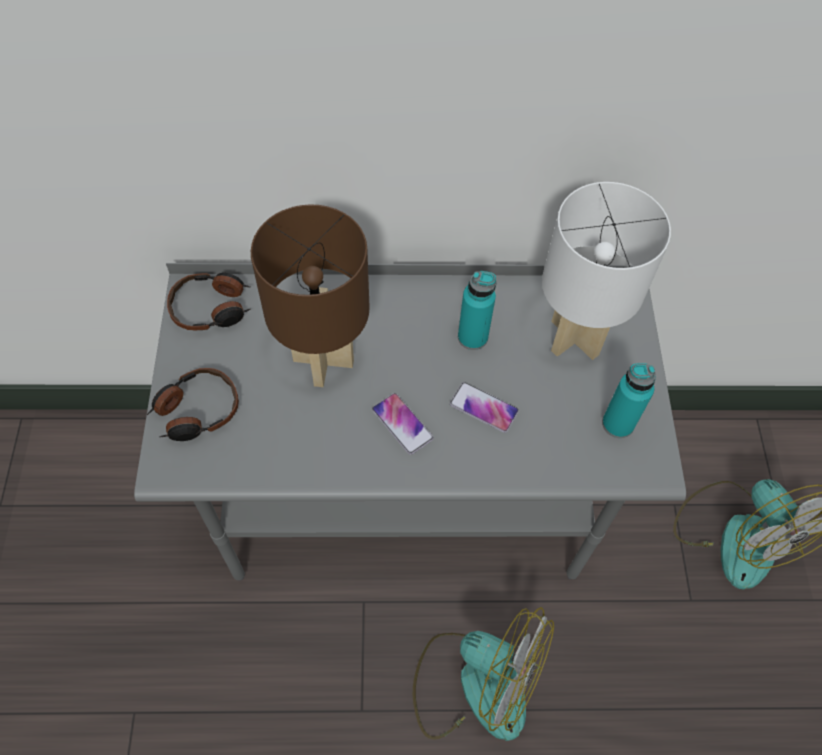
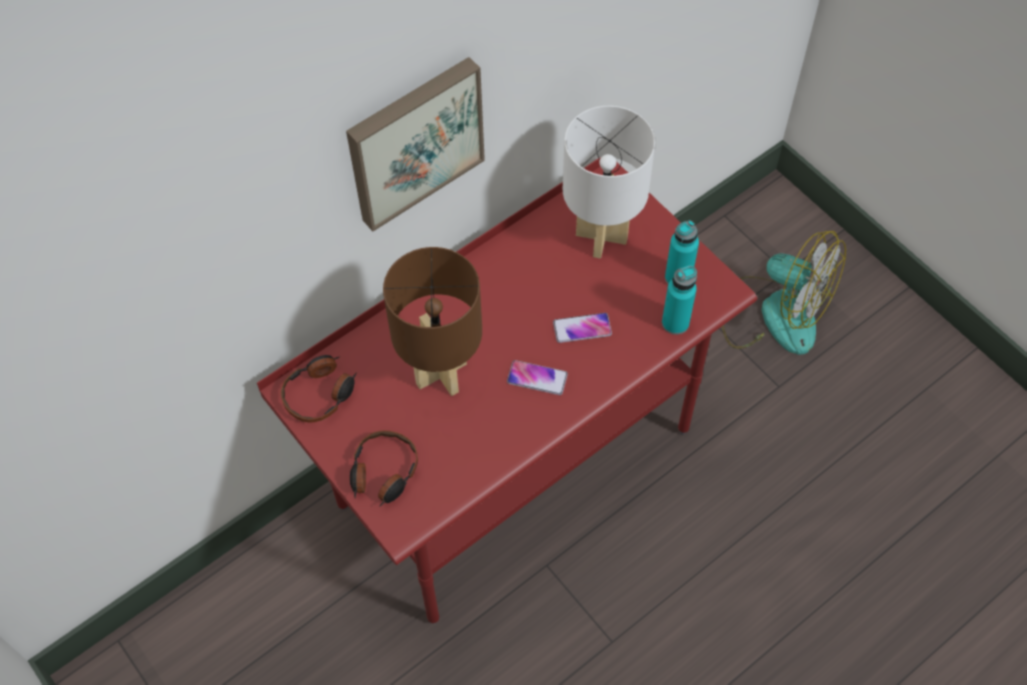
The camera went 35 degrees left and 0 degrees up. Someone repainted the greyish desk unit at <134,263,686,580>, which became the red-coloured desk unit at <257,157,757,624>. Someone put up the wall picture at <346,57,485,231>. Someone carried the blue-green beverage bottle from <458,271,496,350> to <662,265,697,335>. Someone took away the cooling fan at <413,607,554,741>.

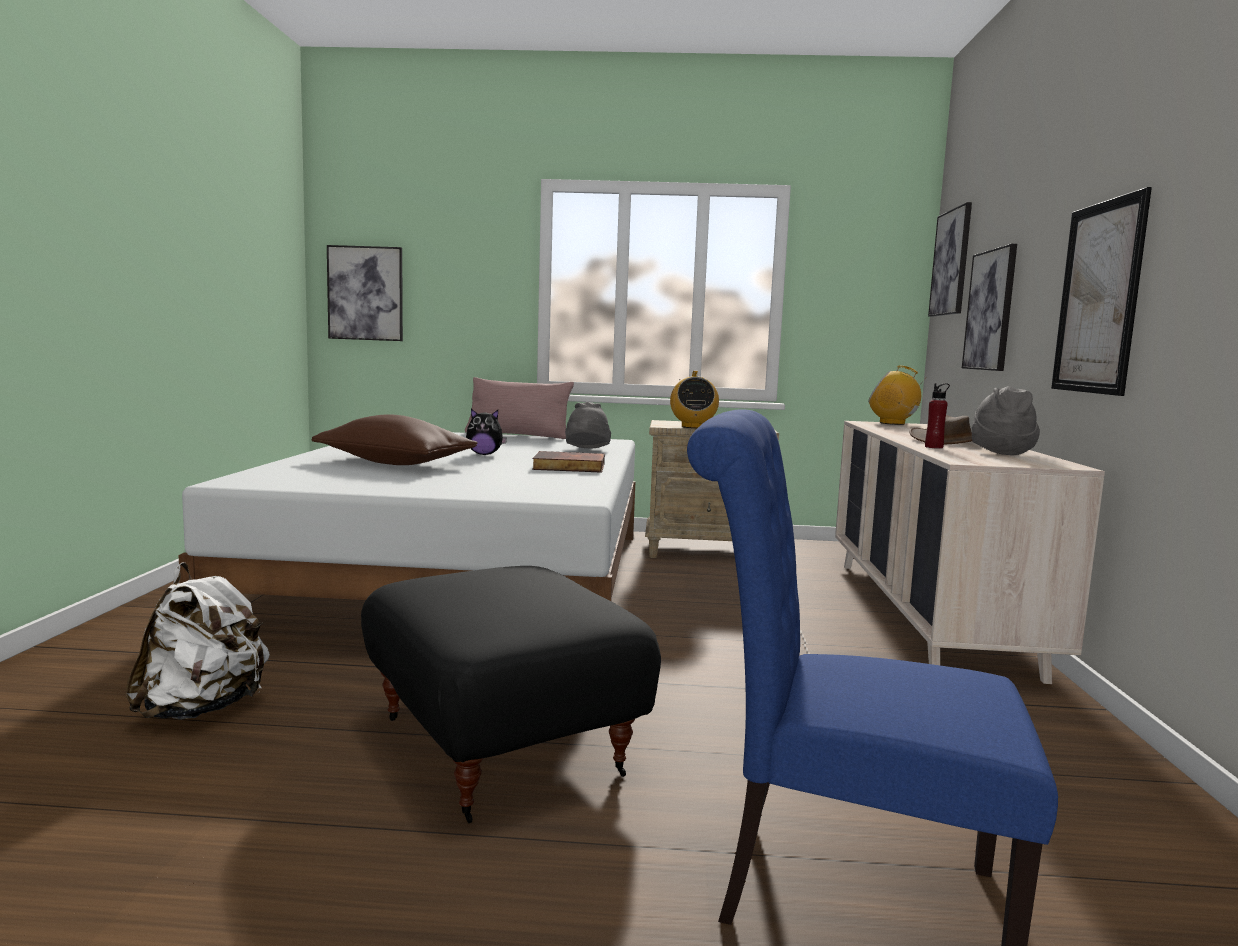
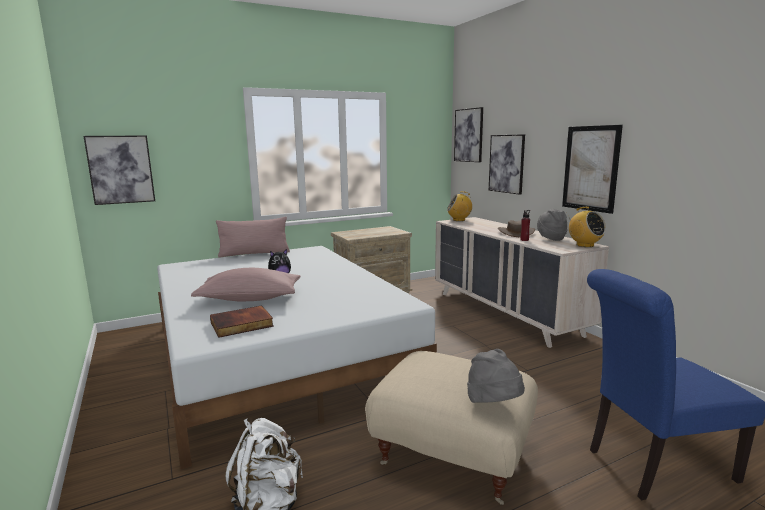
The camera went 30 degrees left and 5 degrees up. Someone repainted the brownish throw pillow at <311,414,478,465>, which became the pinkish throw pillow at <191,268,300,301>. Someone carried the book from <532,451,605,473> to <210,305,274,338>. Someone repainted the blackish footrest at <361,566,661,823>, which became the beige-coloured footrest at <365,351,538,505>. Someone carried the greyish wearable hat from <565,402,611,448> to <467,349,525,403>. Someone carried the radio receiver from <670,371,719,428> to <568,207,606,247>.

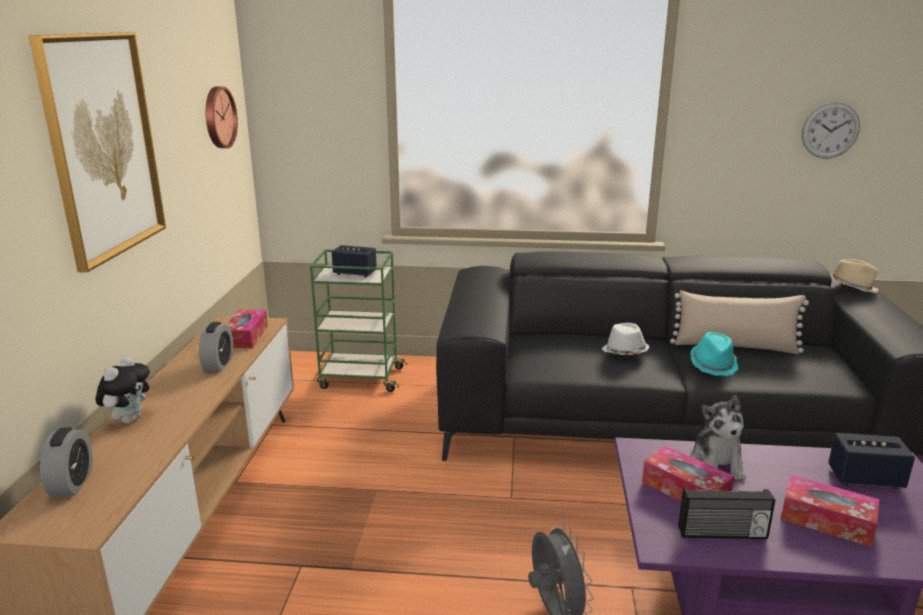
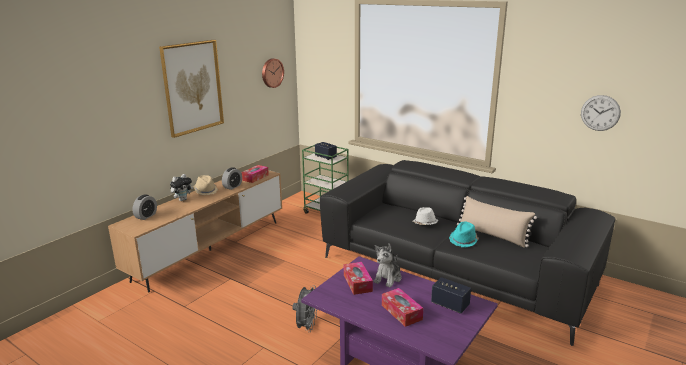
The camera went 30 degrees right and 0 degrees up. Someone carried the beige-coloured wearable hat from <830,259,879,293> to <194,175,218,195>. Someone took away the radio receiver at <678,488,776,539>.

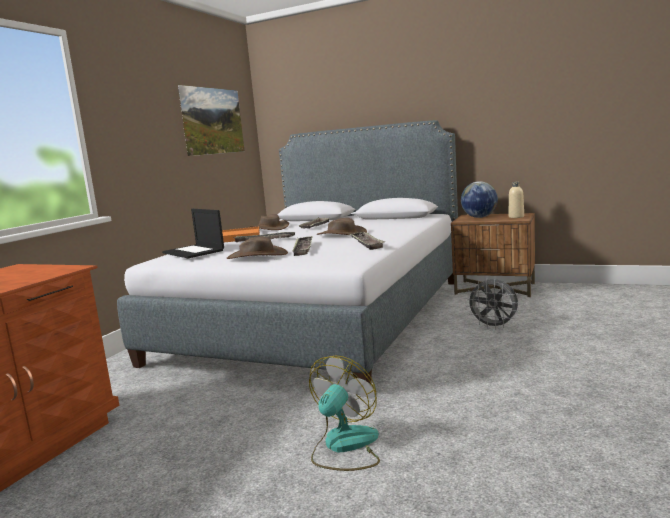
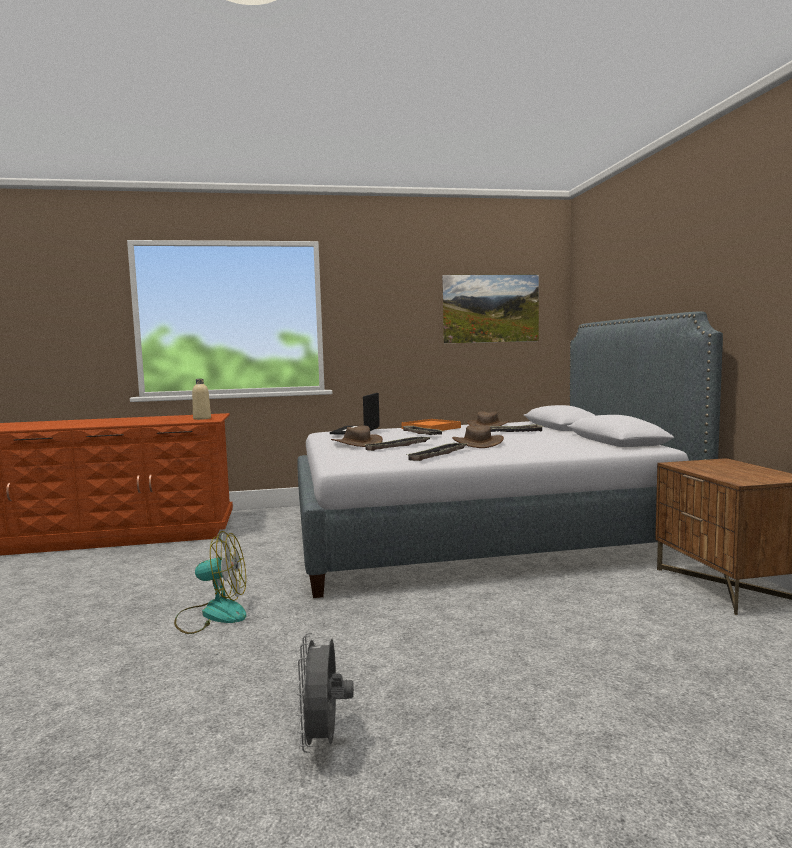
The camera went 55 degrees right and 5 degrees down. Someone carried the beige-coloured beverage bottle from <508,182,524,218> to <192,379,211,420>. Someone carried the greyish cooling fan from <466,279,518,330> to <296,633,354,753>. Someone took away the globe at <461,181,498,218>.

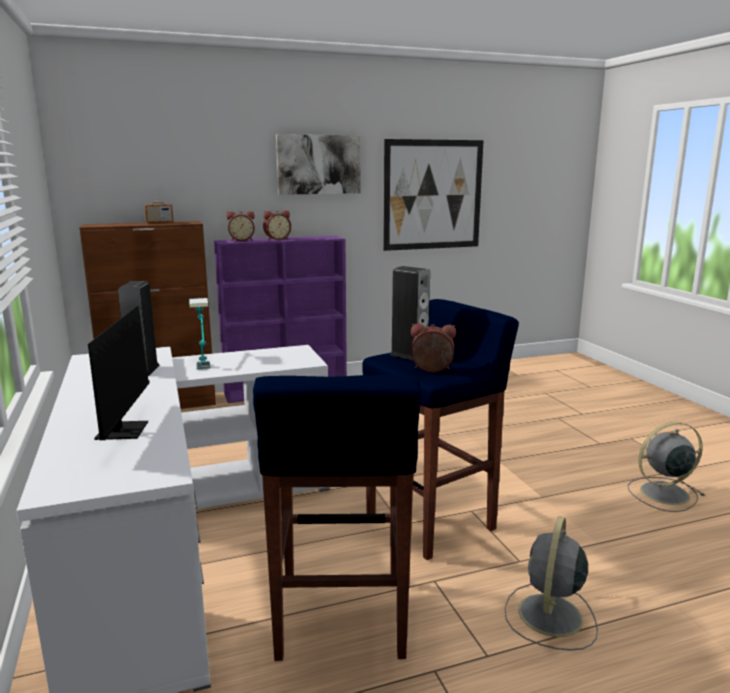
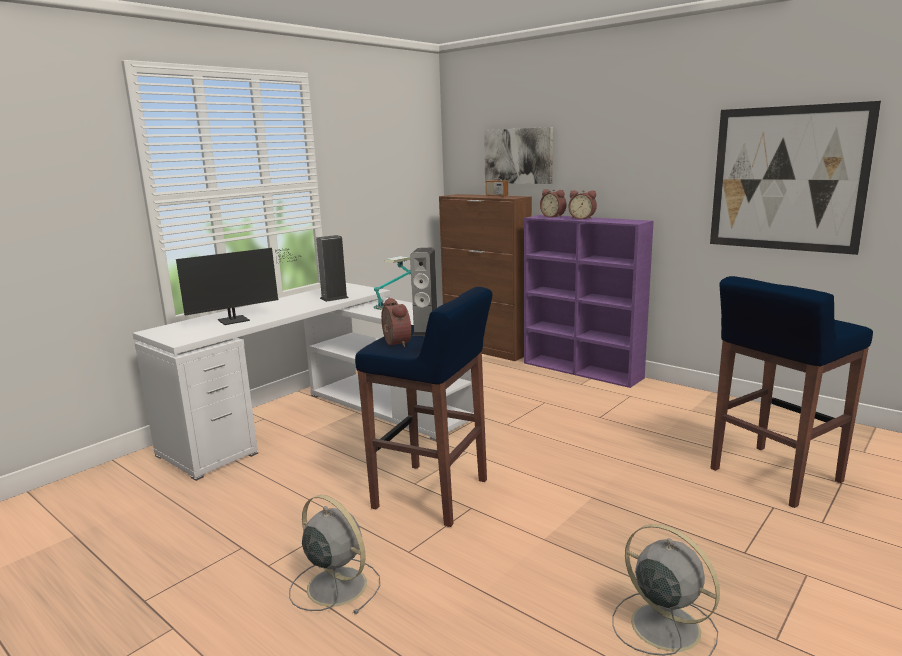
The camera went 60 degrees right and 0 degrees up. Someone rotated the greyish cooling fan at <505,516,598,651> by 45 degrees clockwise. Someone carried the wall picture from <276,134,360,195> to <484,127,553,184>. Someone carried the blue-coloured stool from <253,375,420,661> to <711,276,873,508>.

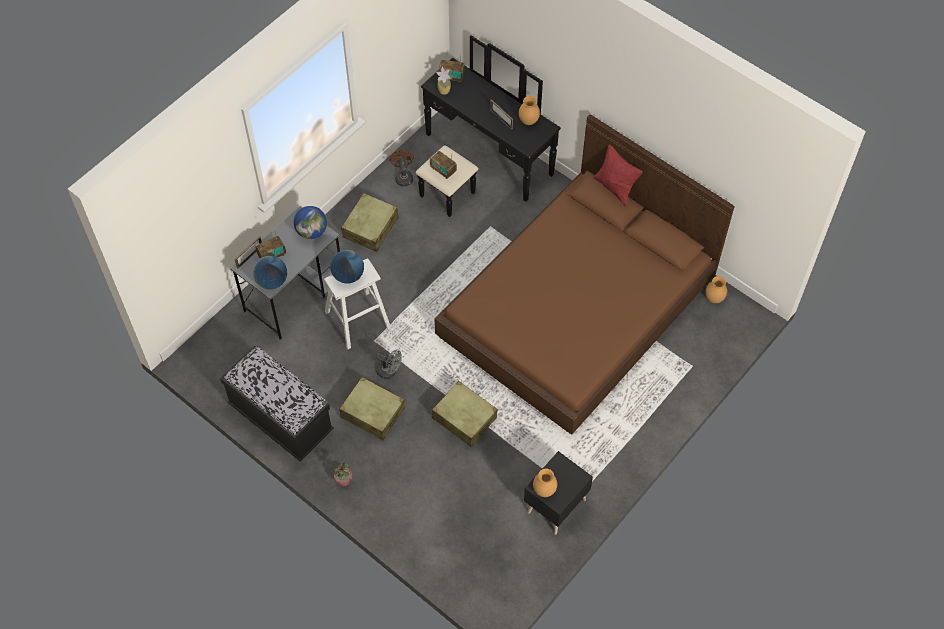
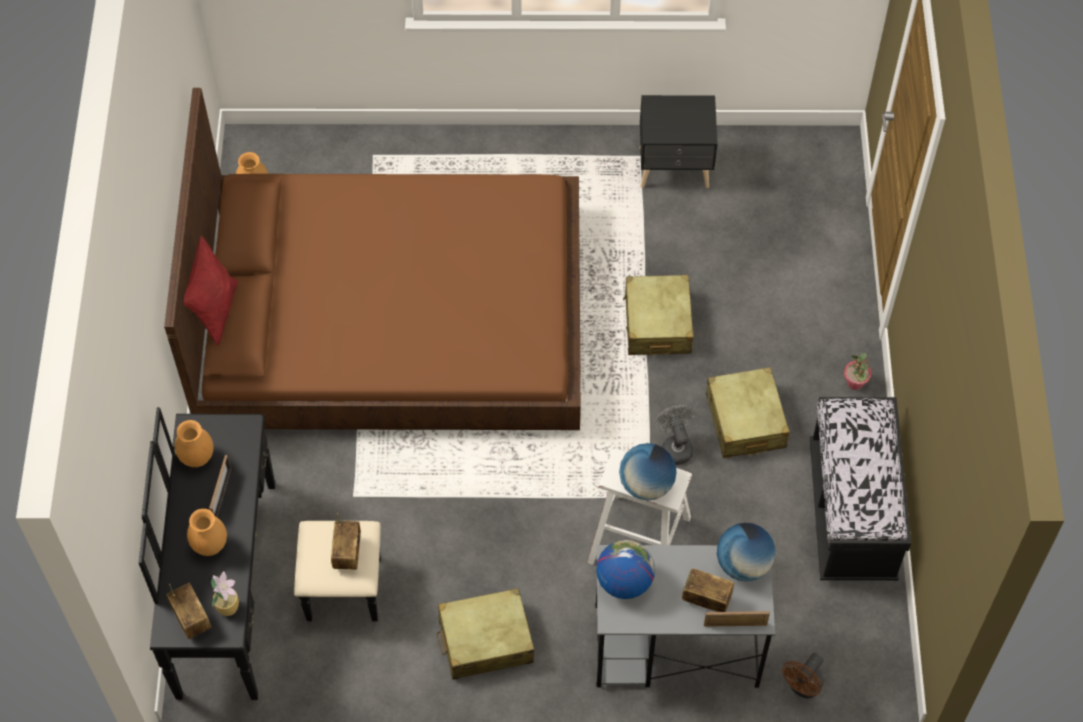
The camera went 130 degrees left and 0 degrees up. Someone carried the brownish decorative vase from <533,468,557,497> to <187,509,227,556>. Someone carried the brownish cooling fan from <390,150,413,186> to <782,653,824,698>.

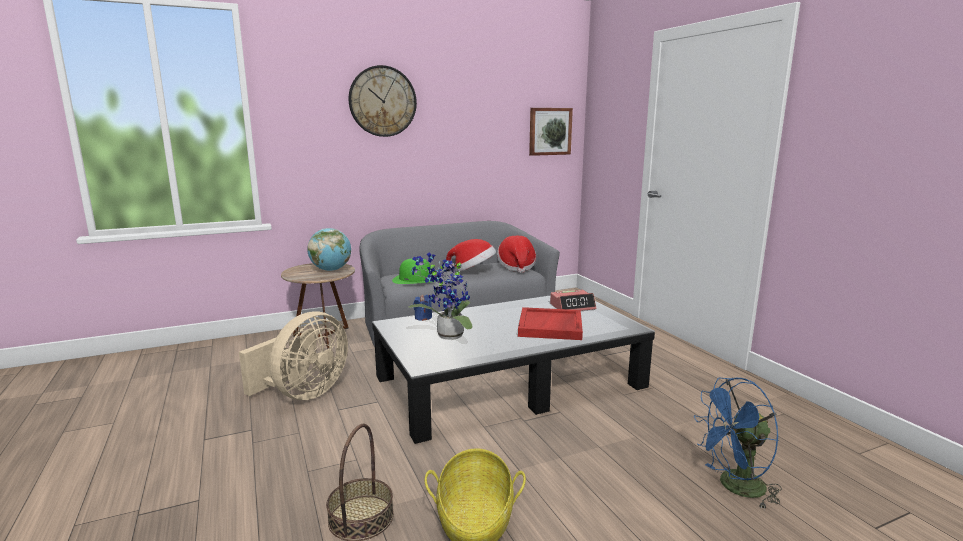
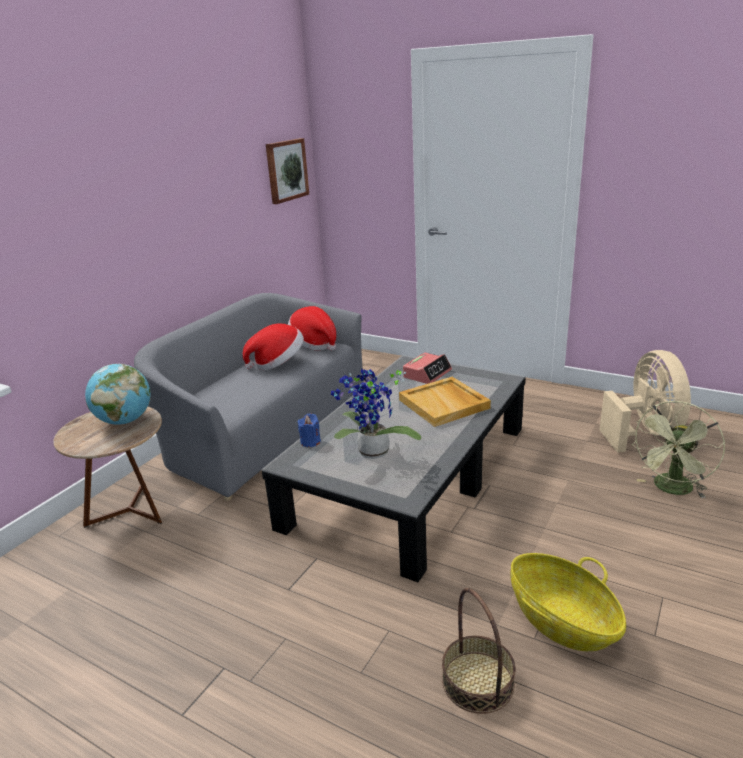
The camera went 35 degrees left and 10 degrees up. Someone repainted the red-coloured serving tray at <518,307,583,340>, which became the beige-coloured serving tray at <399,377,491,427>. Someone carried the beige-coloured cooling fan from <239,311,348,400> to <600,350,691,453>. Someone repainted the blue-coloured cooling fan at <694,378,782,510>, which became the green-coloured cooling fan at <631,401,725,498>. Someone took away the clock on the wall at <349,65,417,137>. Someone took away the green-coloured wearable hat at <392,258,436,284>.

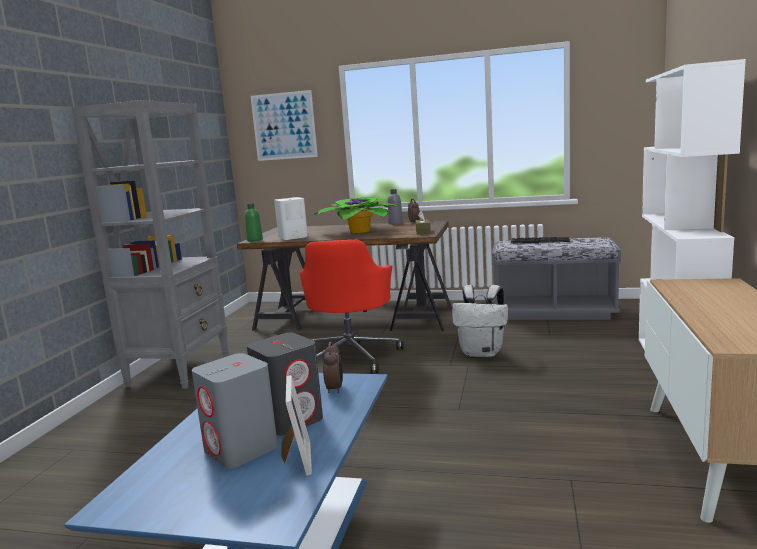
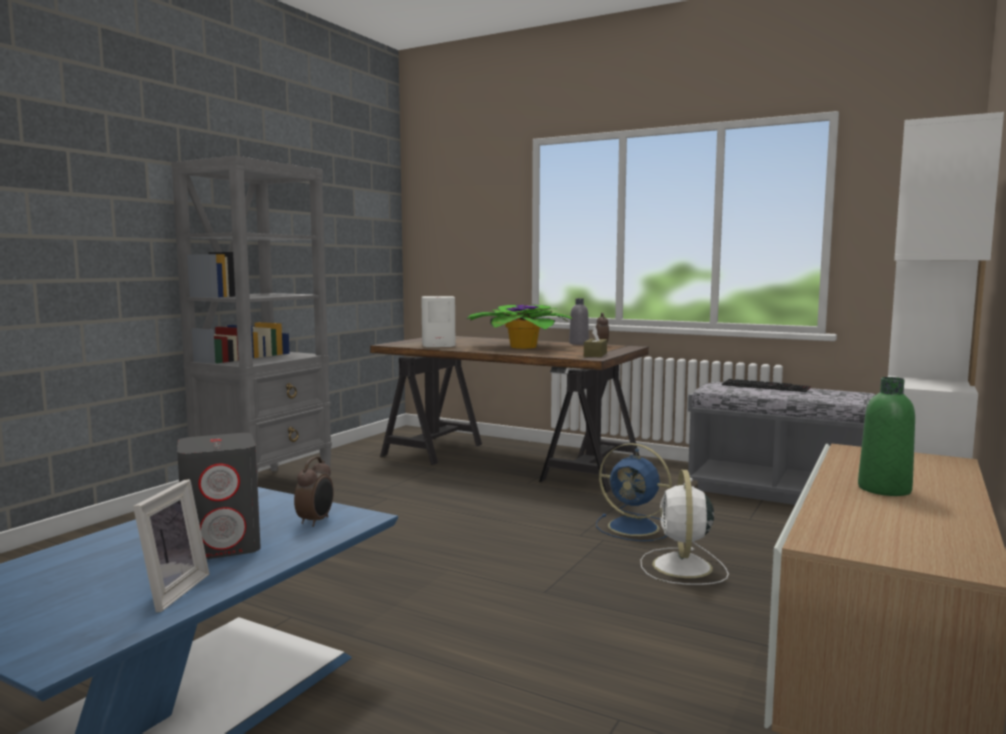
The camera went 15 degrees right and 5 degrees down. Someone swapped the whitish backpack at <452,285,508,357> for the blue-coloured cooling fan at <596,443,672,541>. Someone put down the whitish cooling fan at <640,470,729,585>. Someone carried the green-coloured beverage bottle from <245,204,263,242> to <858,377,915,496>. Someone took away the greyish audio speaker at <192,353,278,468>. Someone took away the wall picture at <250,90,318,161>. Someone took away the red-coloured desk chair at <300,240,404,374>.

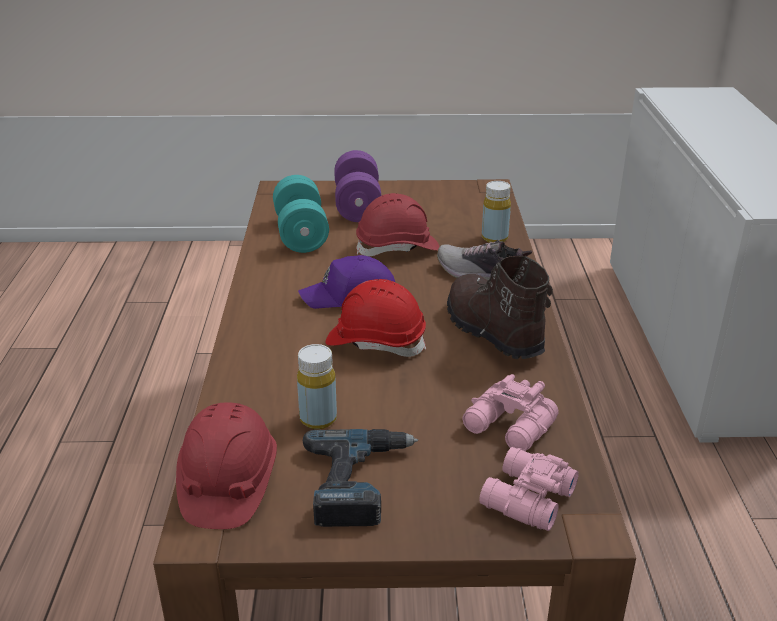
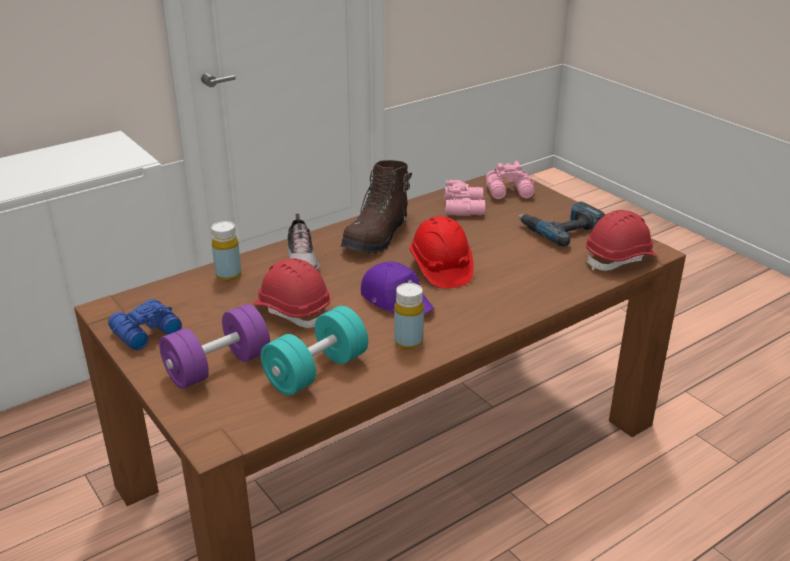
The camera went 125 degrees left and 0 degrees up. Someone put down the blue-coloured binoculars at <108,299,182,350>. Someone carried the yellow-coloured beverage bottle from <297,344,337,429> to <394,283,424,349>.

